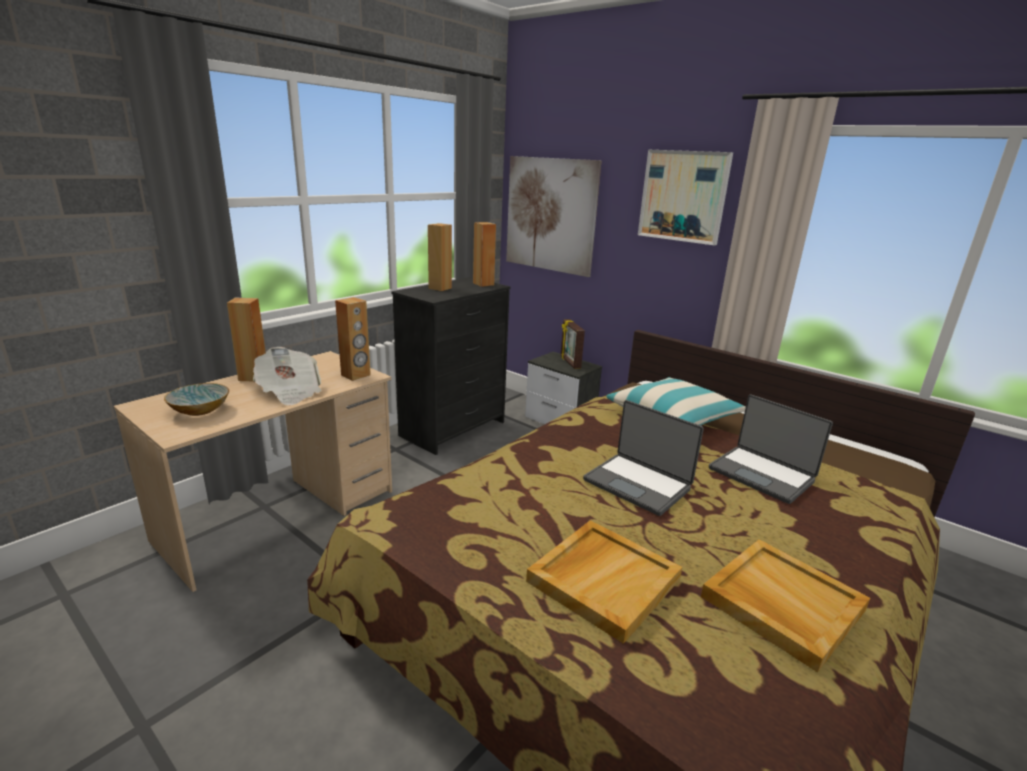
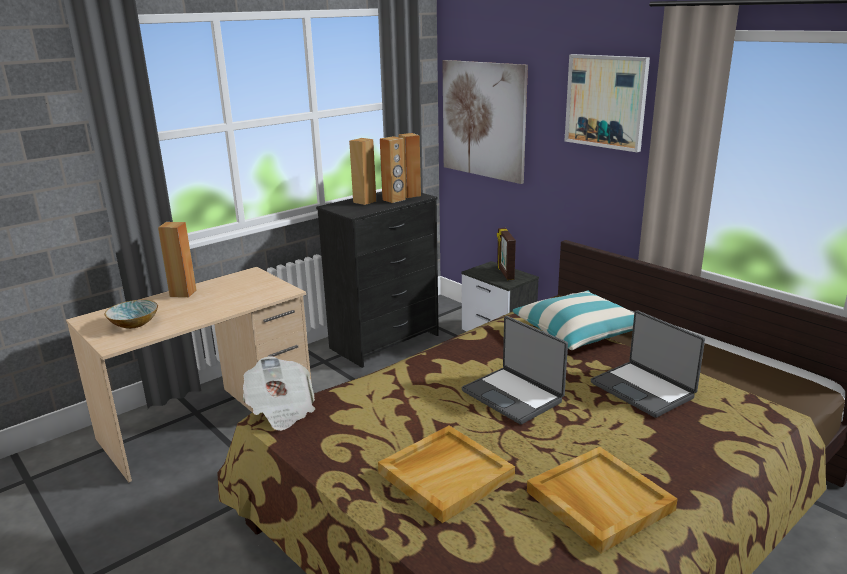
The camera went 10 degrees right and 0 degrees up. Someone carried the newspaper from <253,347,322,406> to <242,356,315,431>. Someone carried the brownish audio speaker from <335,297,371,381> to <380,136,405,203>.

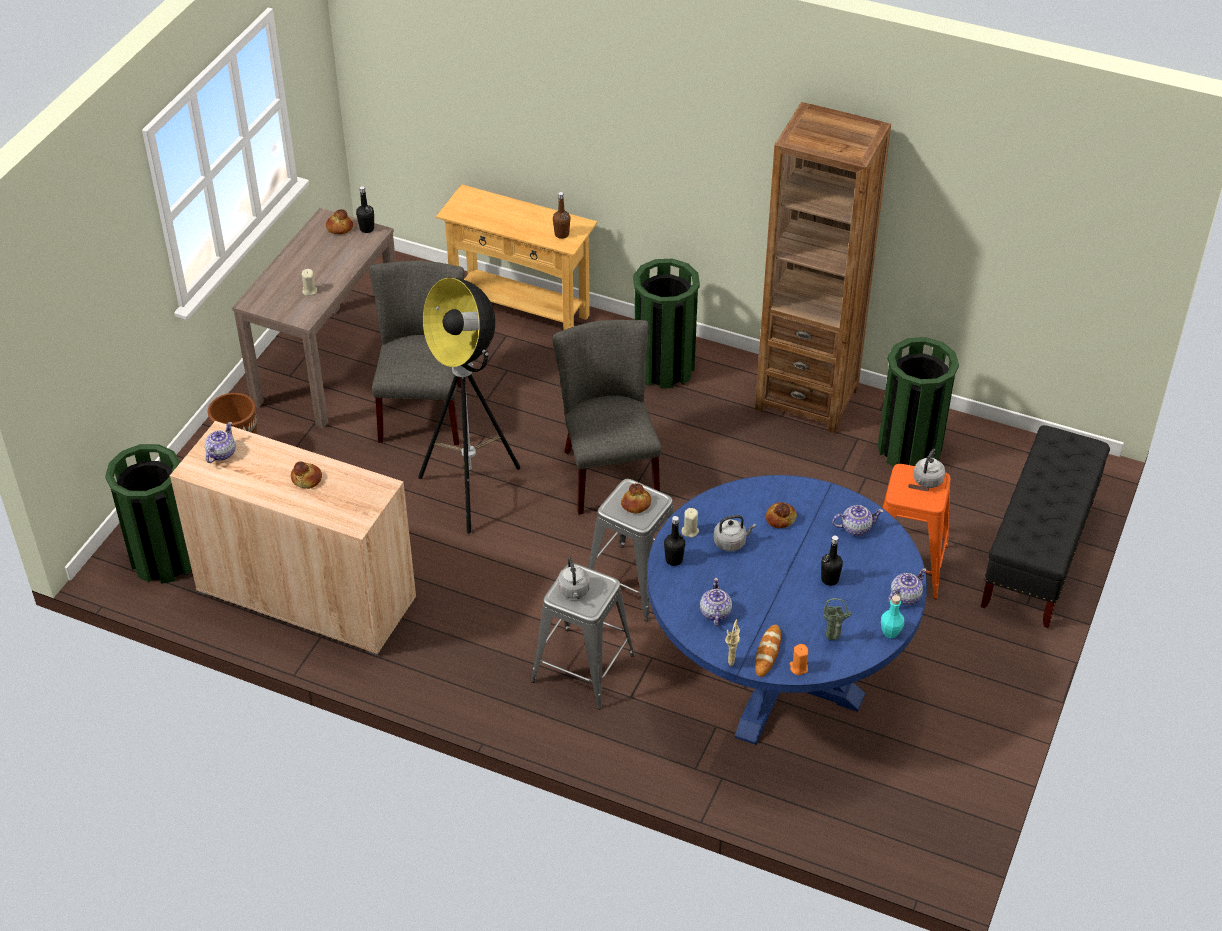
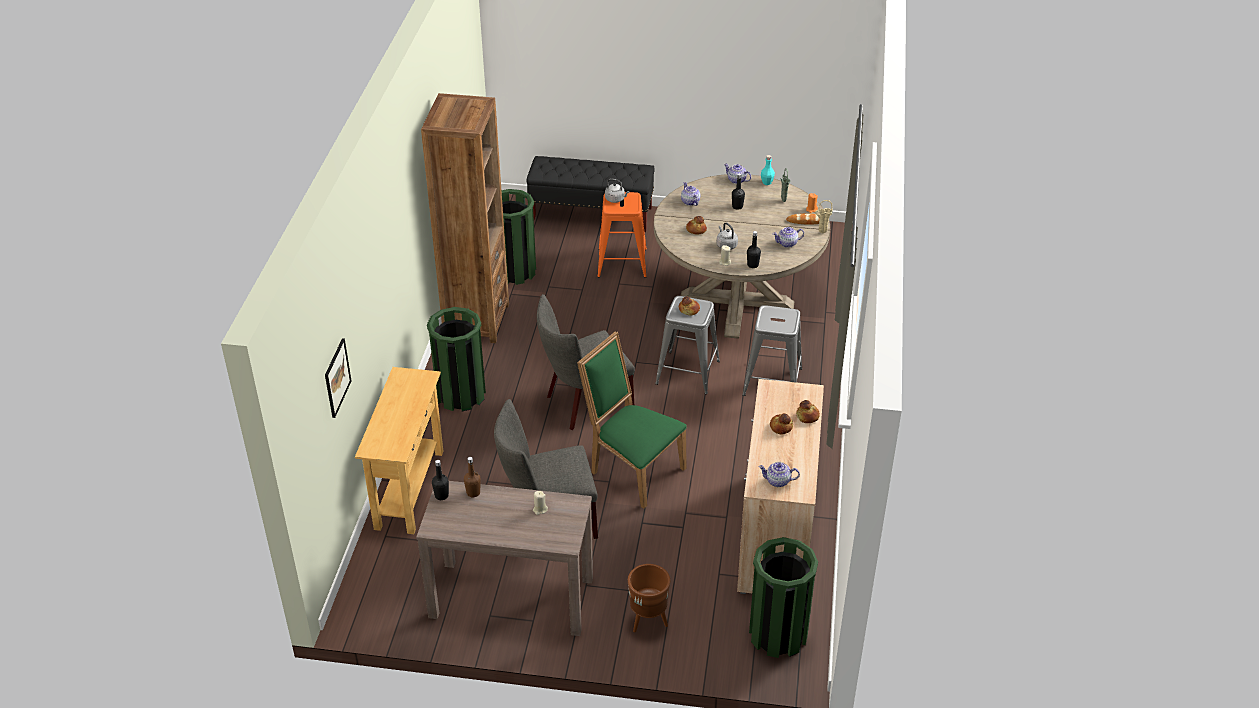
The camera went 105 degrees left and 5 degrees down. Someone put up the wall picture at <325,338,352,418>. Someone carried the brownish beverage bottle from <553,192,570,239> to <464,457,481,497>. Someone swapped the standard lamp at <418,277,521,534> for the green-coloured upright chair at <577,331,687,509>. Someone repainted the blue-coloured dining table at <647,475,927,745>, which became the beige-coloured dining table at <654,174,830,339>. Someone carried the bread from <326,209,353,234> to <796,400,820,423>. Someone took away the greyish tea kettle at <557,558,590,599>.

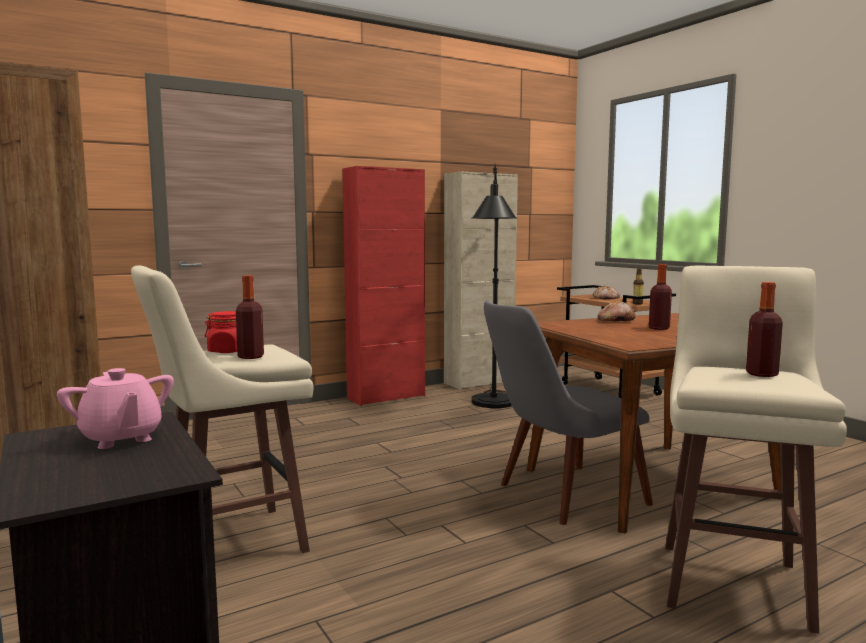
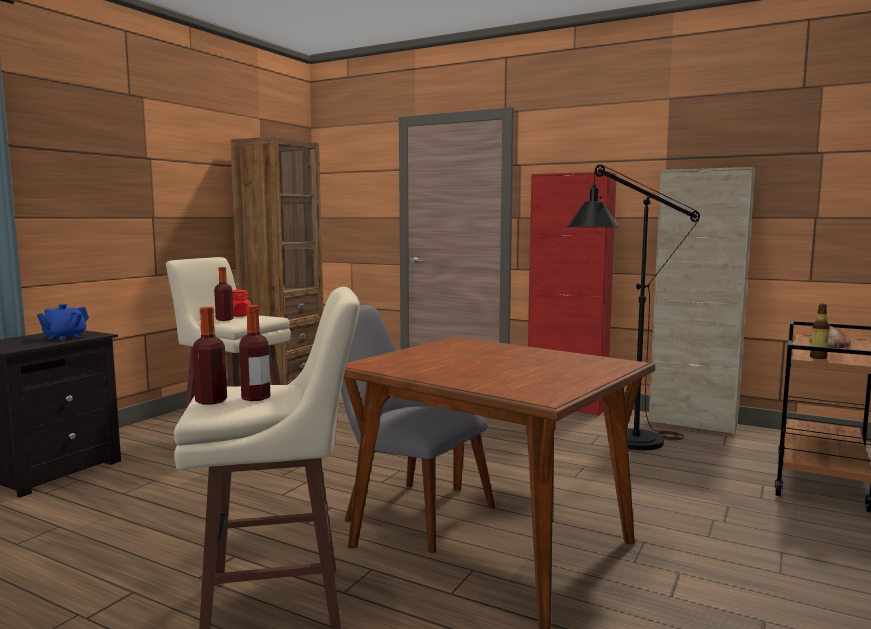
The camera went 60 degrees right and 0 degrees up. Someone repainted the pinkish tea pot at <57,368,174,449>, which became the blue-coloured tea pot at <37,304,89,340>. Someone carried the beverage bottle from <649,264,672,330> to <192,307,227,405>. Someone took away the bread at <597,302,636,322>.

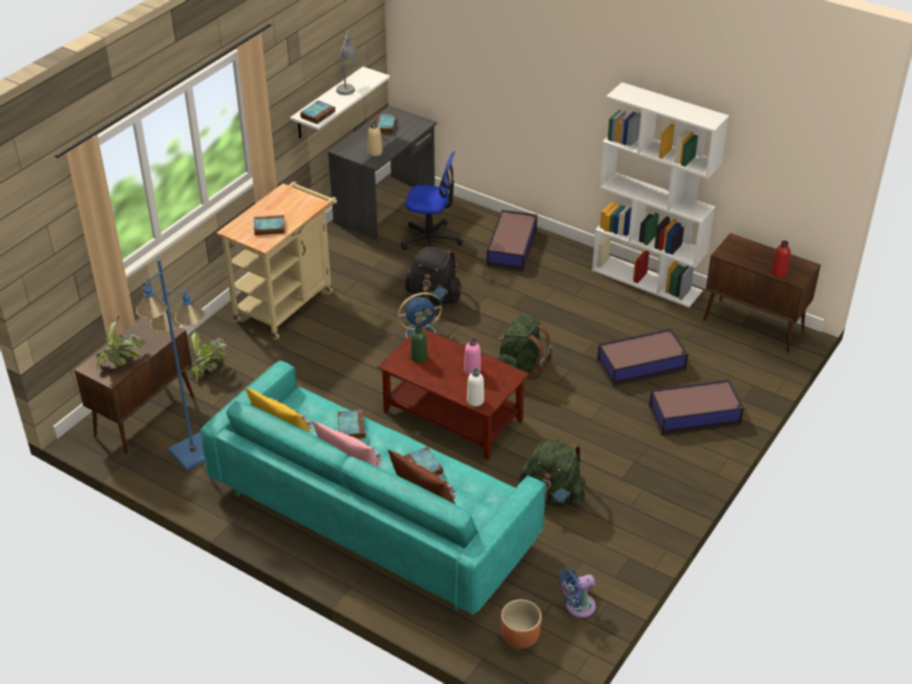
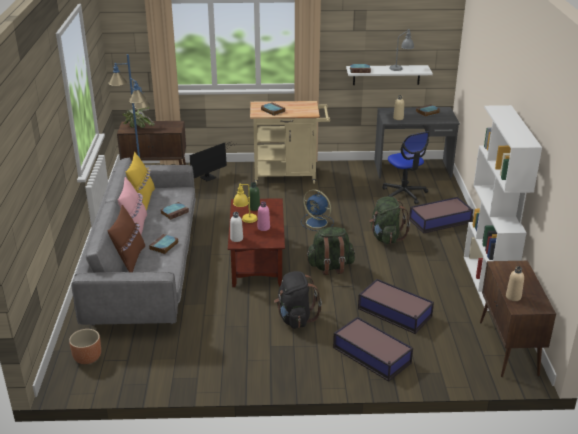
The camera went 55 degrees right and 10 degrees down. Someone repainted the blue-green couch at <201,360,546,615>, which became the greyish couch at <71,158,196,326>. Someone swapped the plant in a pot at <187,328,228,381> for the computer screen at <190,142,236,181>. Someone put down the yellow-coloured tabletop lamp at <233,183,258,223>. Someone carried the blackish backpack from <405,247,462,305> to <274,271,322,329>. Someone carried the green-coloured backpack from <519,438,587,507> to <369,196,410,244>. Someone repainted the red-coloured beverage bottle at <771,240,791,277>, which became the beige-coloured beverage bottle at <506,266,524,301>. Someone took away the blue-coloured cooling fan at <559,568,596,618>.

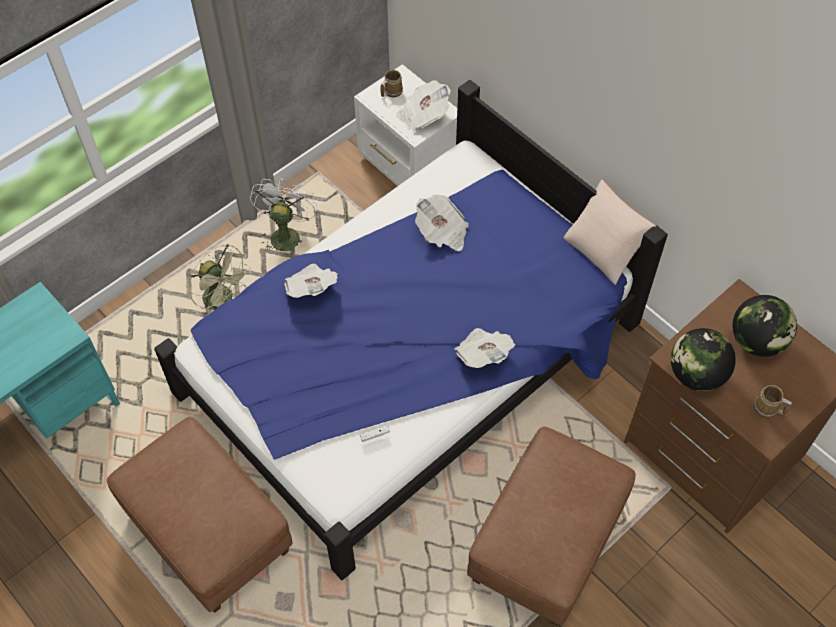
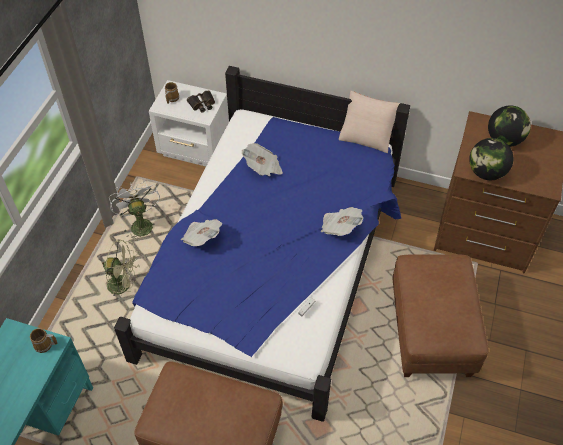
The camera went 30 degrees left and 5 degrees down. Someone carried the tea mug from <754,385,792,418> to <30,328,57,353>. Someone swapped the newspaper at <397,80,451,131> for the binoculars at <187,91,215,112>.

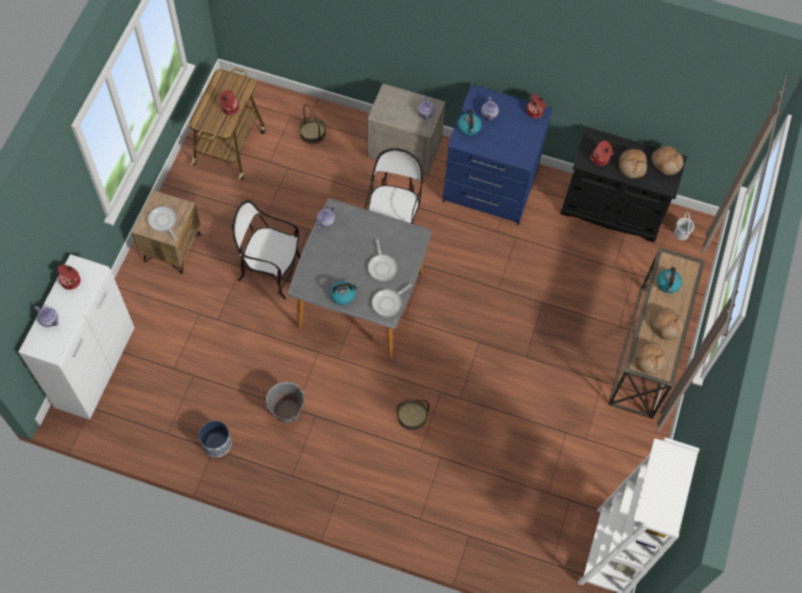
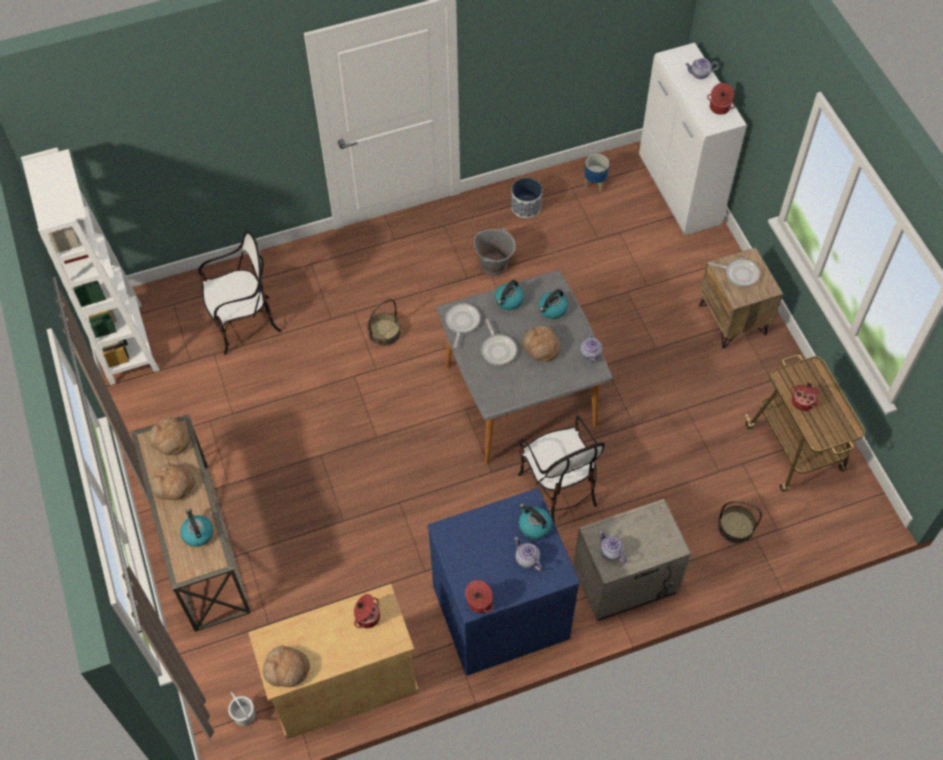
The camera went 145 degrees right and 5 degrees down. Someone carried the upright chair from <232,200,301,299> to <198,230,282,355>. Someone repainted the blackish cupboard at <560,127,687,243>, which became the beige-coloured cupboard at <248,584,419,740>. Someone rotated the skillet at <368,240,398,281> by 150 degrees counterclockwise. Someone carried the bread from <619,149,647,178> to <522,326,561,362>. Someone put down the tea kettle at <539,289,568,319>. Someone put down the planter at <585,154,609,192>.

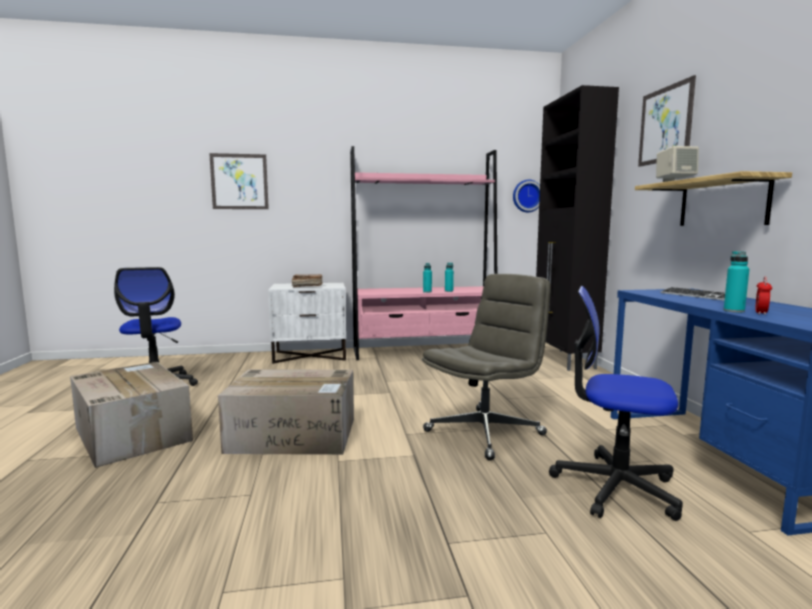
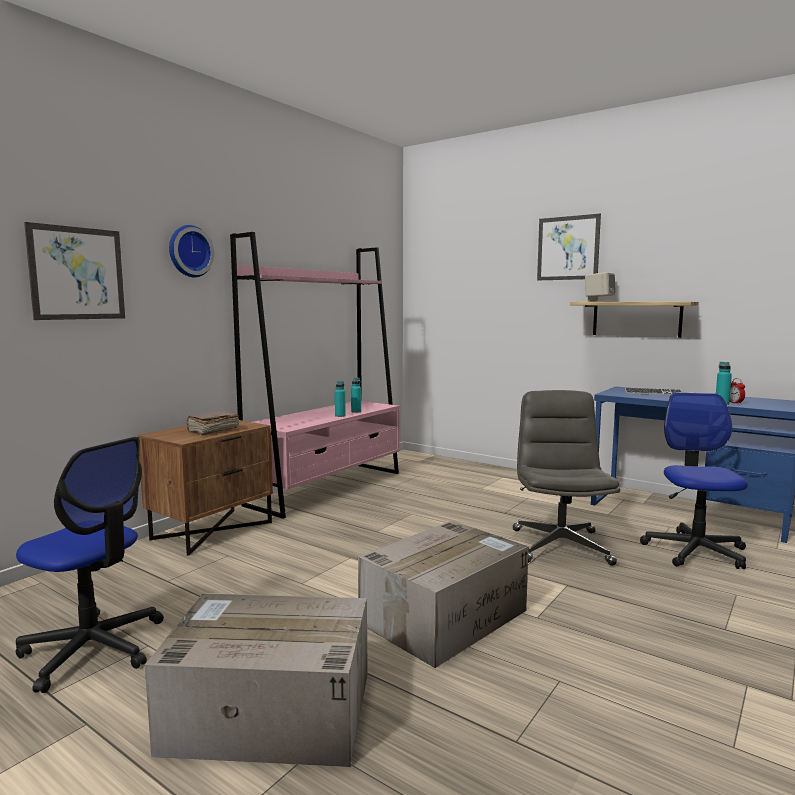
The camera went 45 degrees left and 0 degrees up. Someone repainted the whitish night table at <268,283,346,364>, which became the brownish night table at <138,420,273,555>. Someone carried the clock on the wall from <513,180,540,212> to <169,225,214,277>. Someone rotated the desk chair at <549,286,683,521> by 120 degrees clockwise. Someone took away the blackish cupboard at <536,85,619,371>.

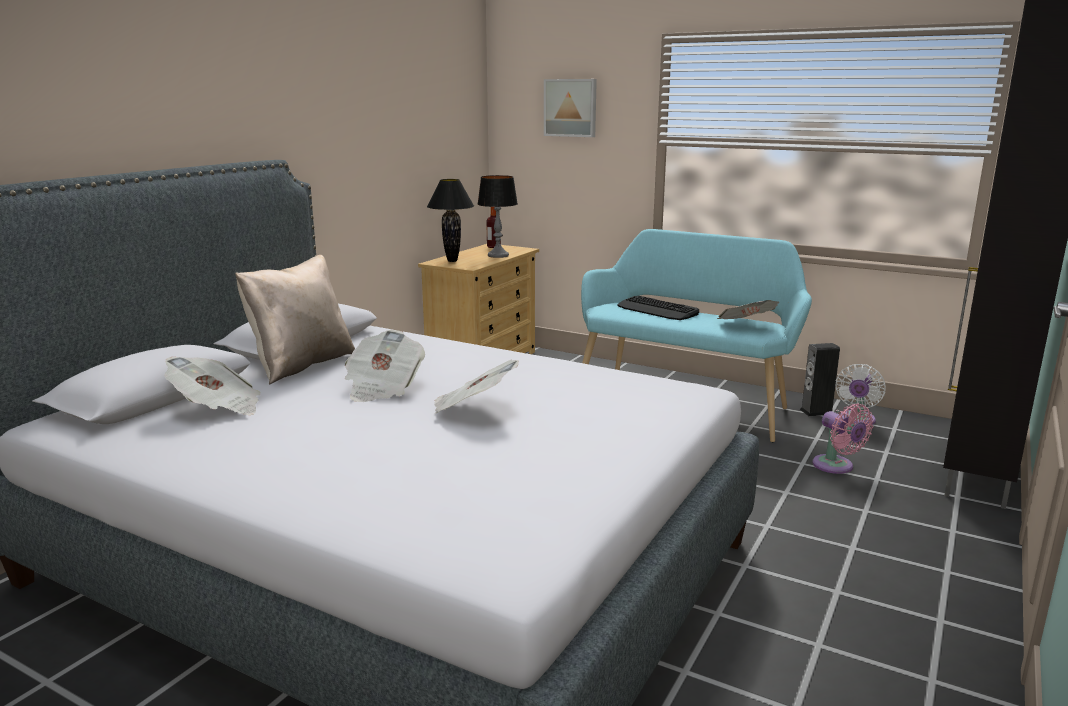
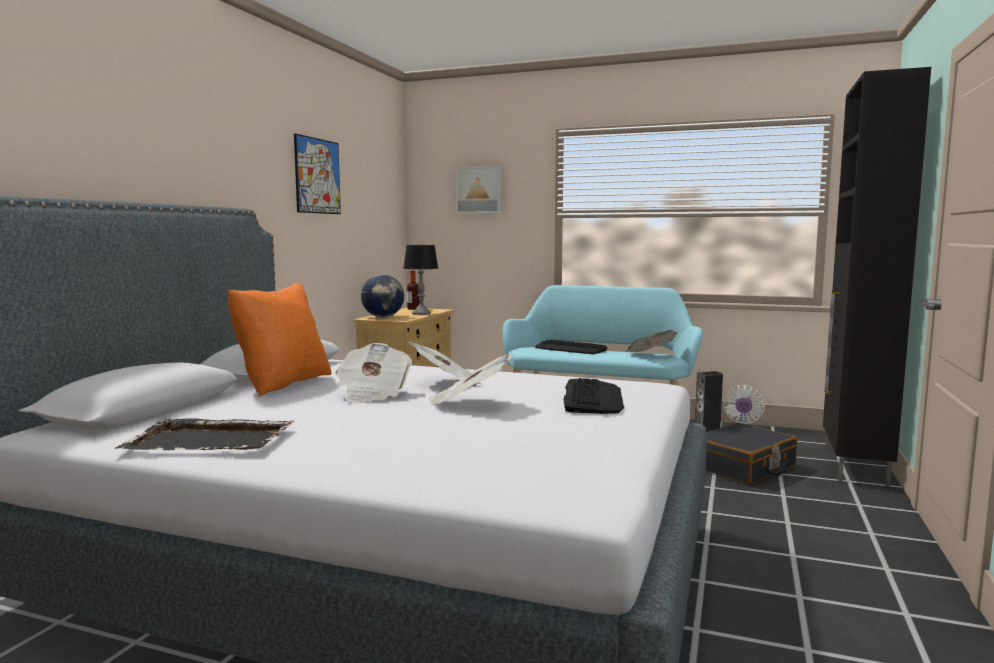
The camera went 10 degrees left and 10 degrees down. Someone put down the blackish serving tray at <115,418,294,450>. Someone repainted the beige-coloured throw pillow at <235,255,355,384>, which became the orangey throw pillow at <228,283,331,397>. Someone put up the wall picture at <294,134,341,214>. Someone swapped the blackish tabletop lamp at <427,179,474,262> for the globe at <361,275,404,317>. Someone carried the newspaper from <164,357,261,415> to <409,342,482,384>. Someone put down the computer keyboard at <564,378,624,414>. Someone swapped the pinkish cooling fan at <812,403,874,474> for the blackish travel case at <706,423,797,484>.

